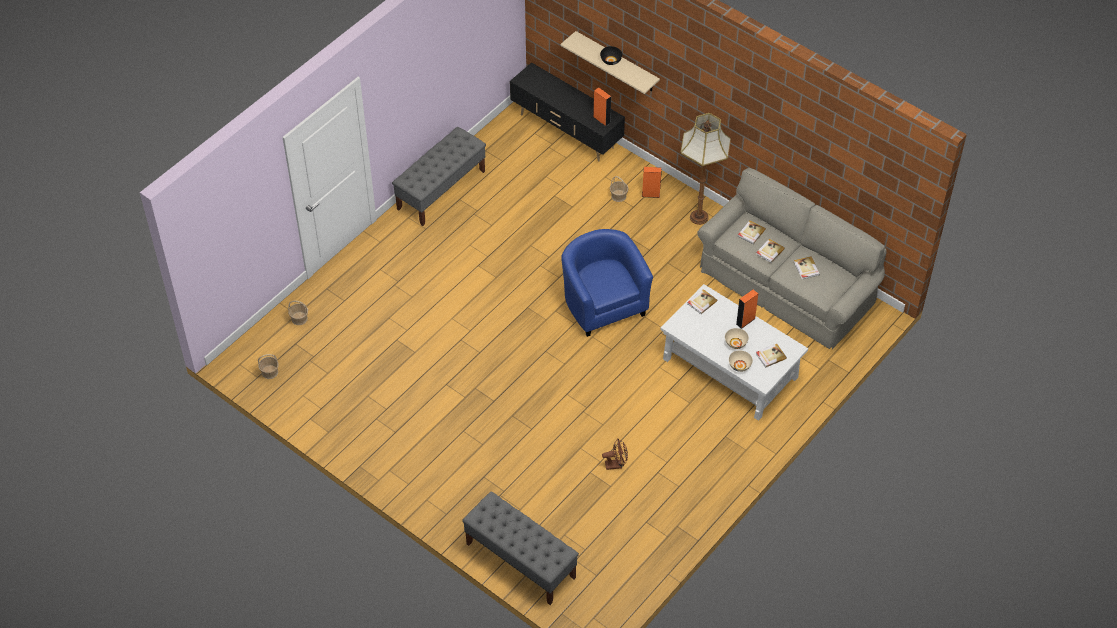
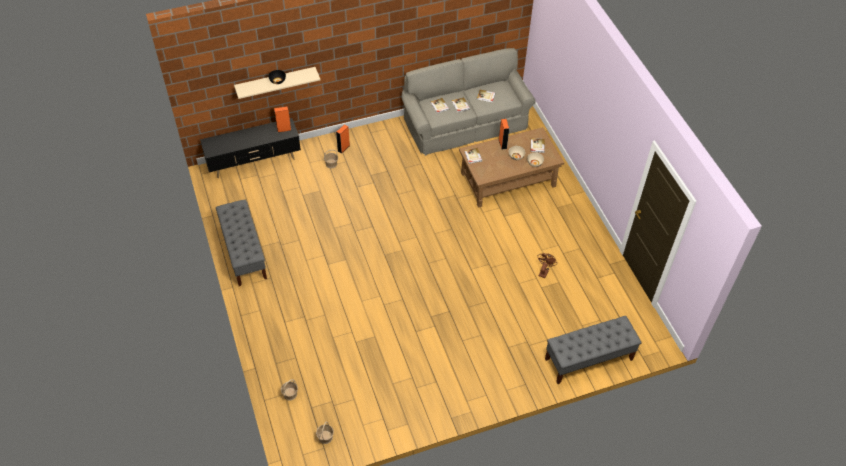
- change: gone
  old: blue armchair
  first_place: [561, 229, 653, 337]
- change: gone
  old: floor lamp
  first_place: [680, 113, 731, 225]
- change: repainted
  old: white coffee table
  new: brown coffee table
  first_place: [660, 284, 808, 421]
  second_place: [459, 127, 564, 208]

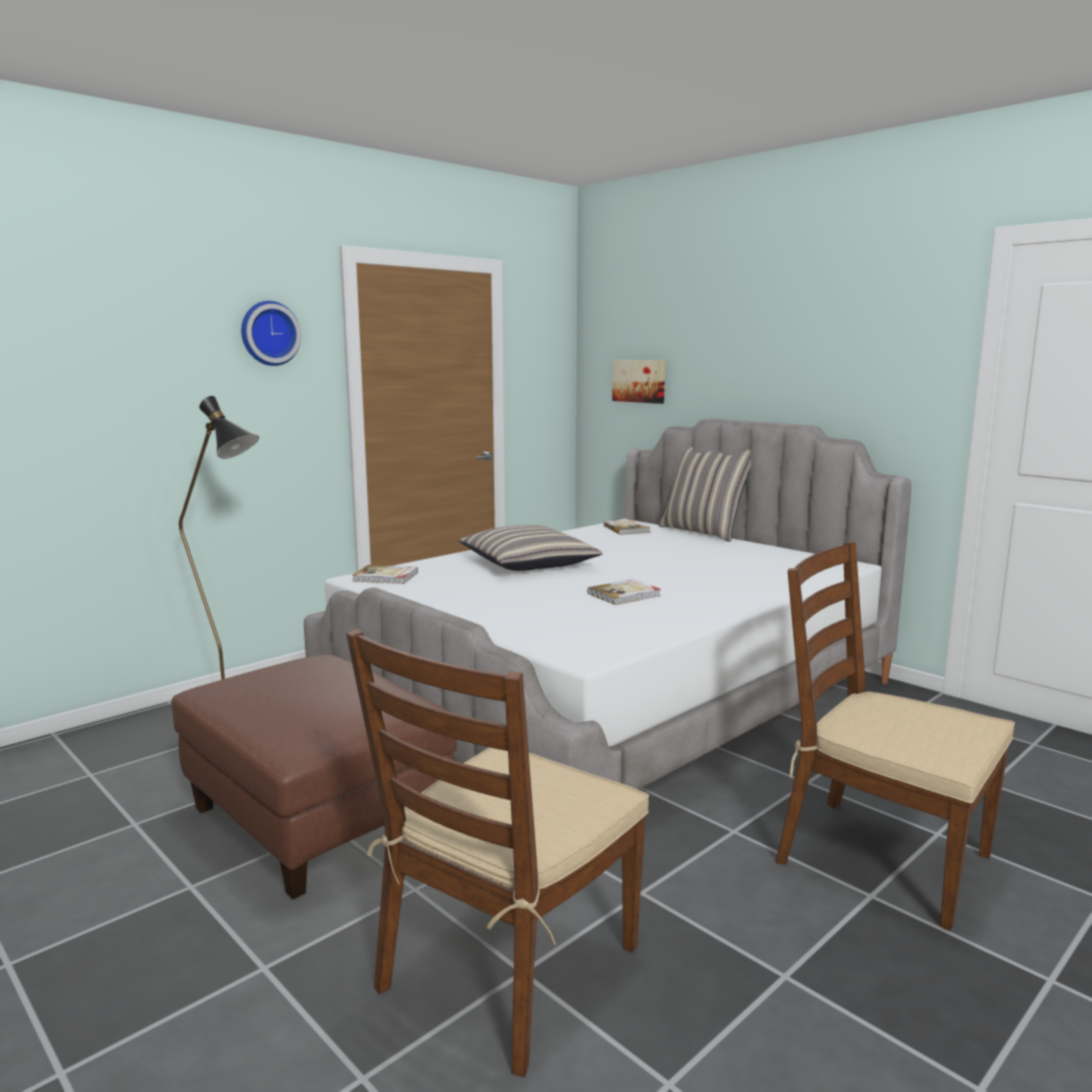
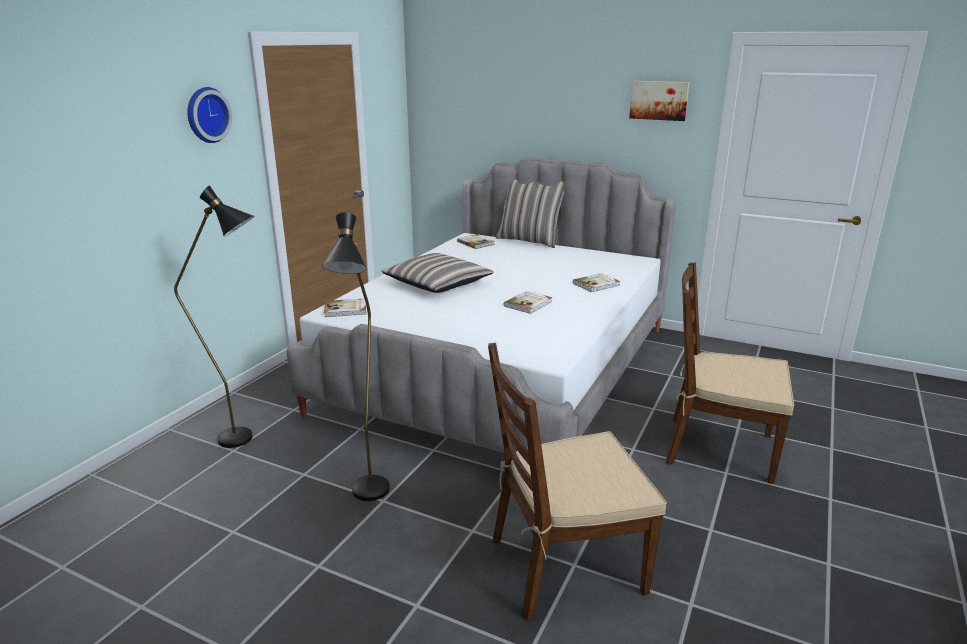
- change: new
  new: book
  second_place: [573, 273, 620, 292]
- change: shifted
  old: picture
  first_place: [612, 360, 665, 404]
  second_place: [629, 81, 689, 121]
- change: swapped
  old: brown ottoman
  new: black floor lamp
  first_place: [171, 655, 457, 899]
  second_place: [322, 212, 390, 501]
- change: rotated
  old: brown chair
  first_place: [346, 629, 649, 1077]
  second_place: [488, 343, 667, 621]
  degrees: 60

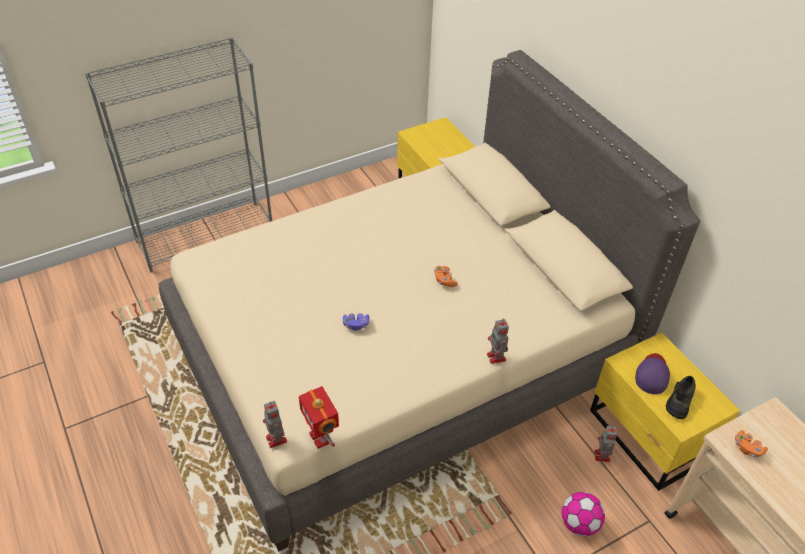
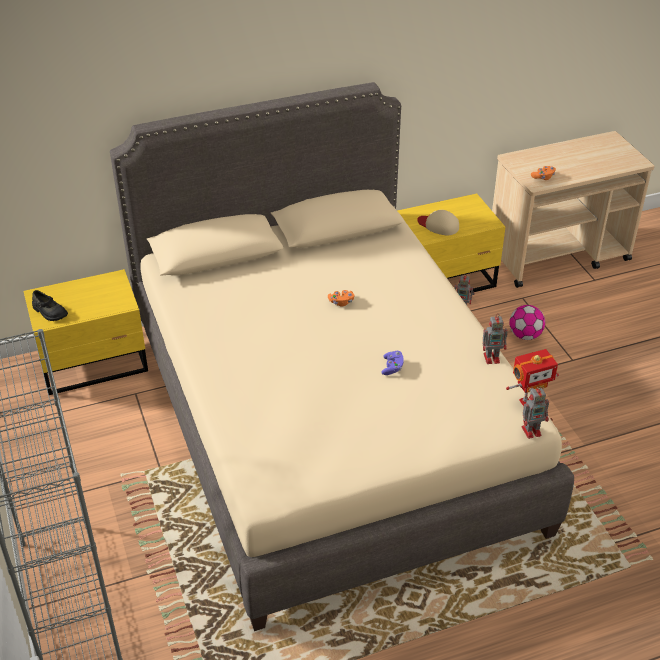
- change: shifted
  old: toy robot
  first_place: [487, 318, 509, 364]
  second_place: [483, 314, 508, 364]
- change: shifted
  old: black shoe
  first_place: [666, 376, 696, 419]
  second_place: [32, 290, 68, 321]
- change: repainted
  old: purple cap
  new: beige cap
  first_place: [635, 353, 670, 394]
  second_place: [417, 210, 459, 235]

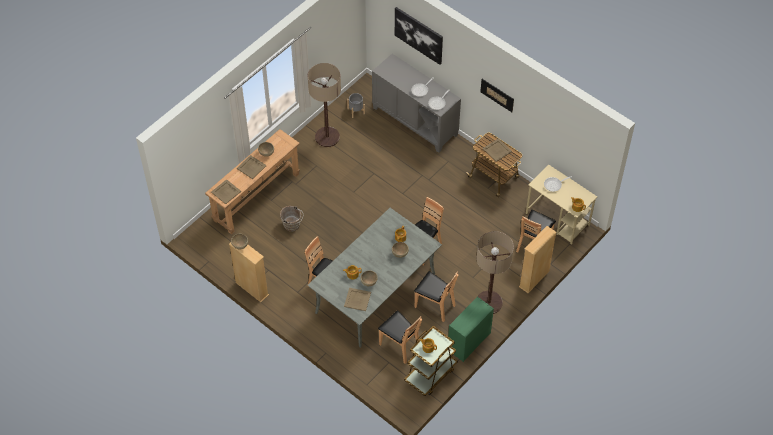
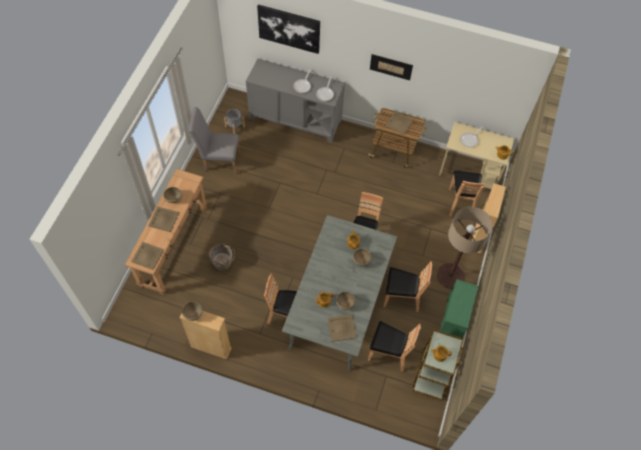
- change: swapped
  old: floor lamp
  new: grey chair
  first_place: [308, 63, 341, 147]
  second_place: [188, 107, 240, 174]

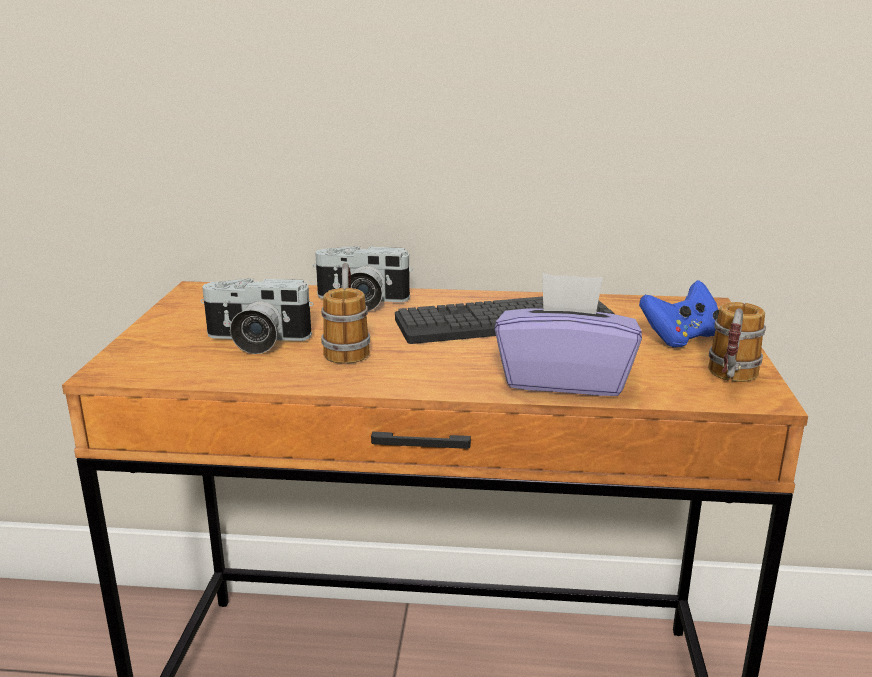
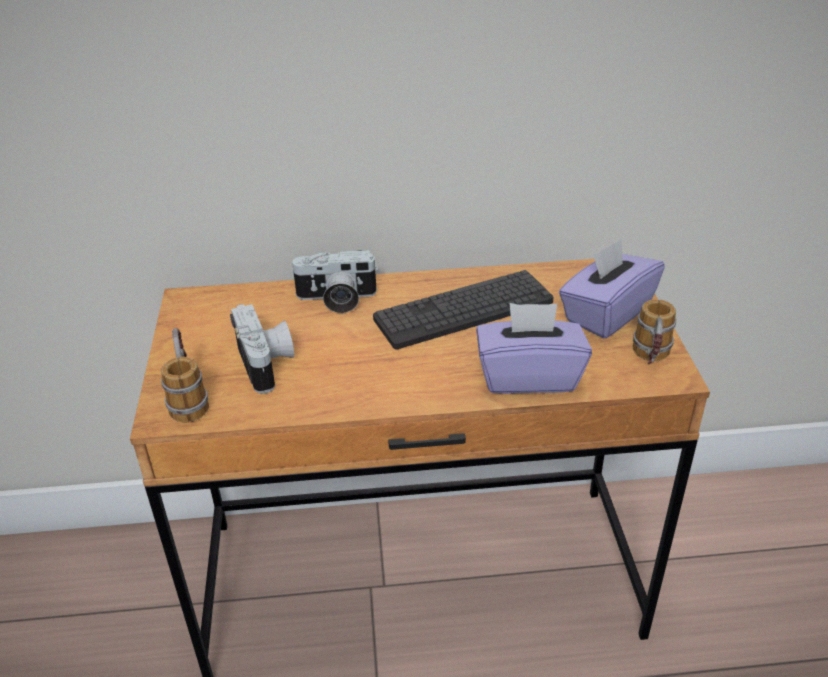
- change: shifted
  old: mug
  first_place: [321, 263, 370, 364]
  second_place: [161, 328, 209, 422]
- change: swapped
  old: blue game controller
  new: purple tissue box
  first_place: [639, 280, 719, 347]
  second_place: [559, 238, 665, 339]
- change: rotated
  old: photo camera
  first_place: [201, 278, 313, 354]
  second_place: [230, 304, 294, 394]
  degrees: -105

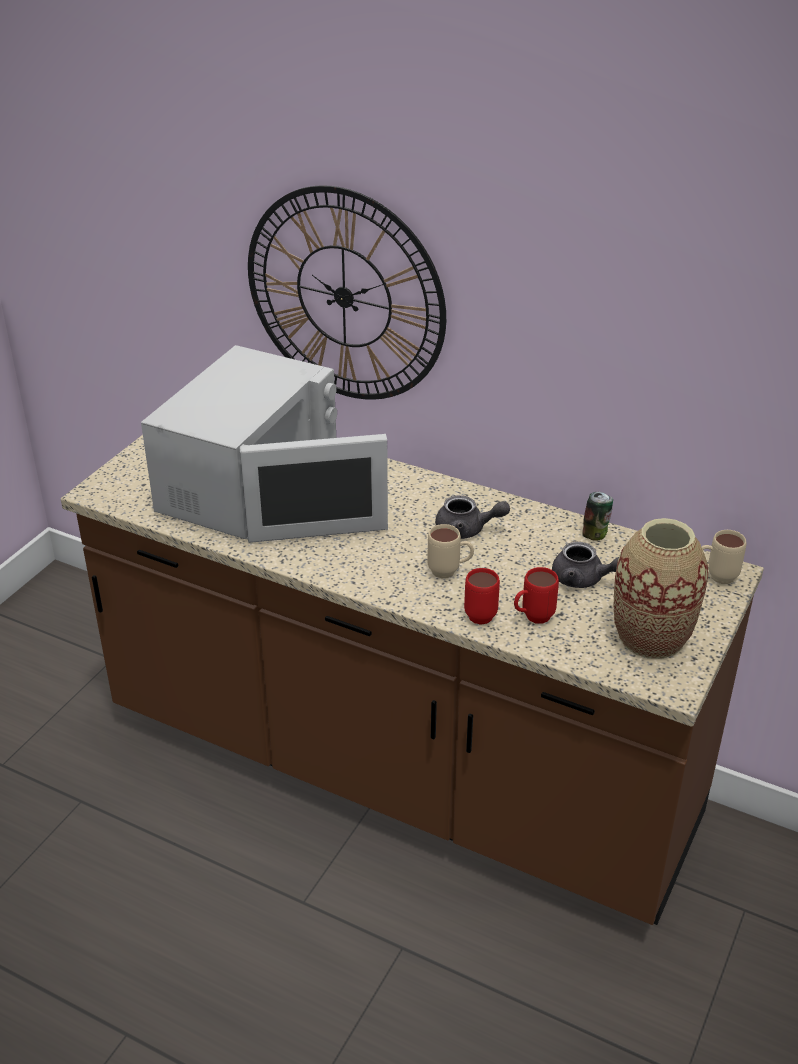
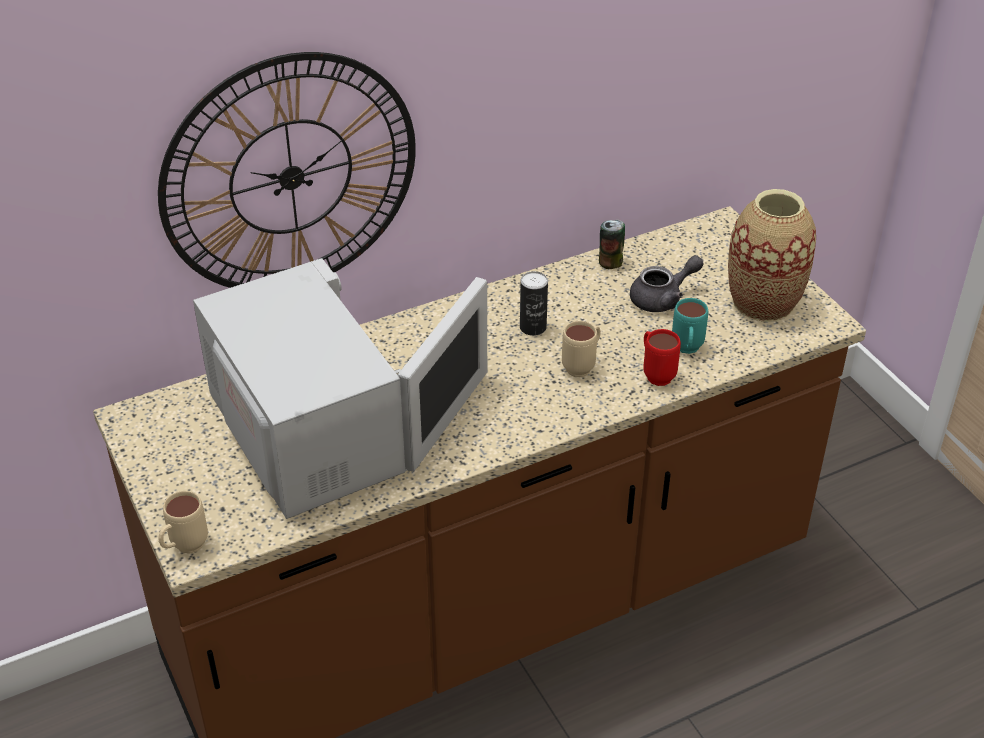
- change: shifted
  old: beige mug
  first_place: [702, 530, 746, 584]
  second_place: [158, 491, 208, 554]
- change: swapped
  old: grey teapot
  new: can
  first_place: [435, 495, 510, 539]
  second_place: [520, 271, 548, 336]
- change: repainted
  old: red mug
  new: turquoise mug
  first_place: [514, 567, 559, 624]
  second_place: [672, 298, 708, 354]

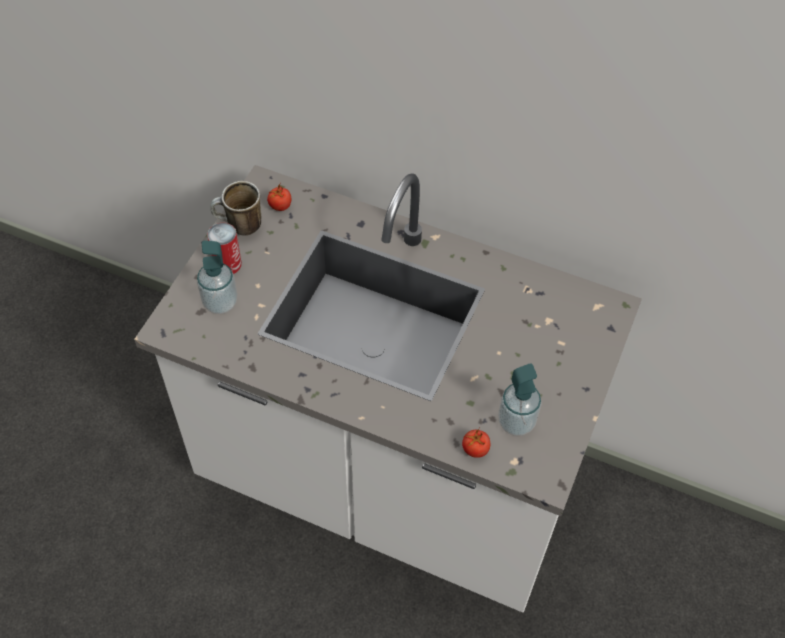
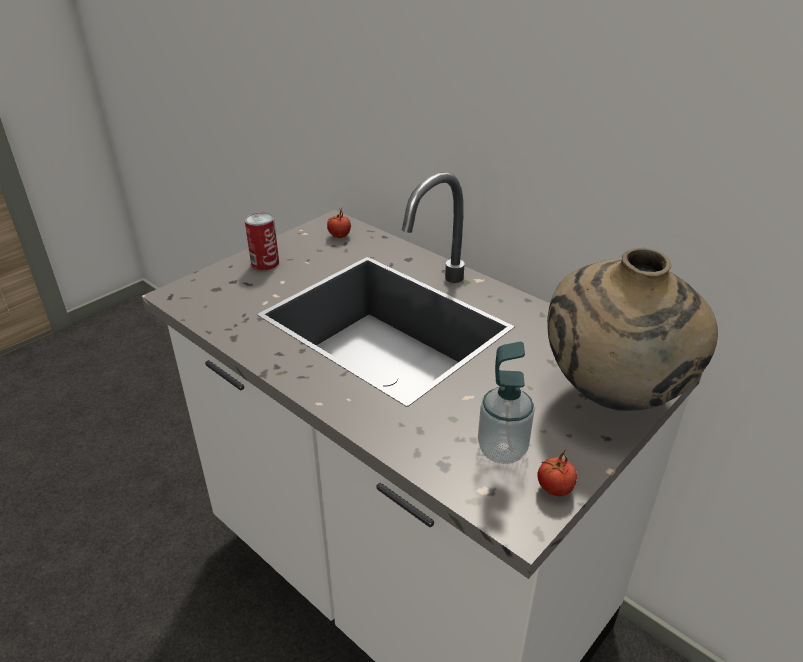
- change: gone
  old: soap dispenser
  first_place: [197, 241, 238, 314]
- change: gone
  old: mug
  first_place: [210, 181, 261, 236]
- change: new
  new: beige vase
  second_place: [547, 248, 718, 411]
- change: shifted
  old: tomato
  first_place: [462, 428, 490, 458]
  second_place: [537, 449, 577, 496]

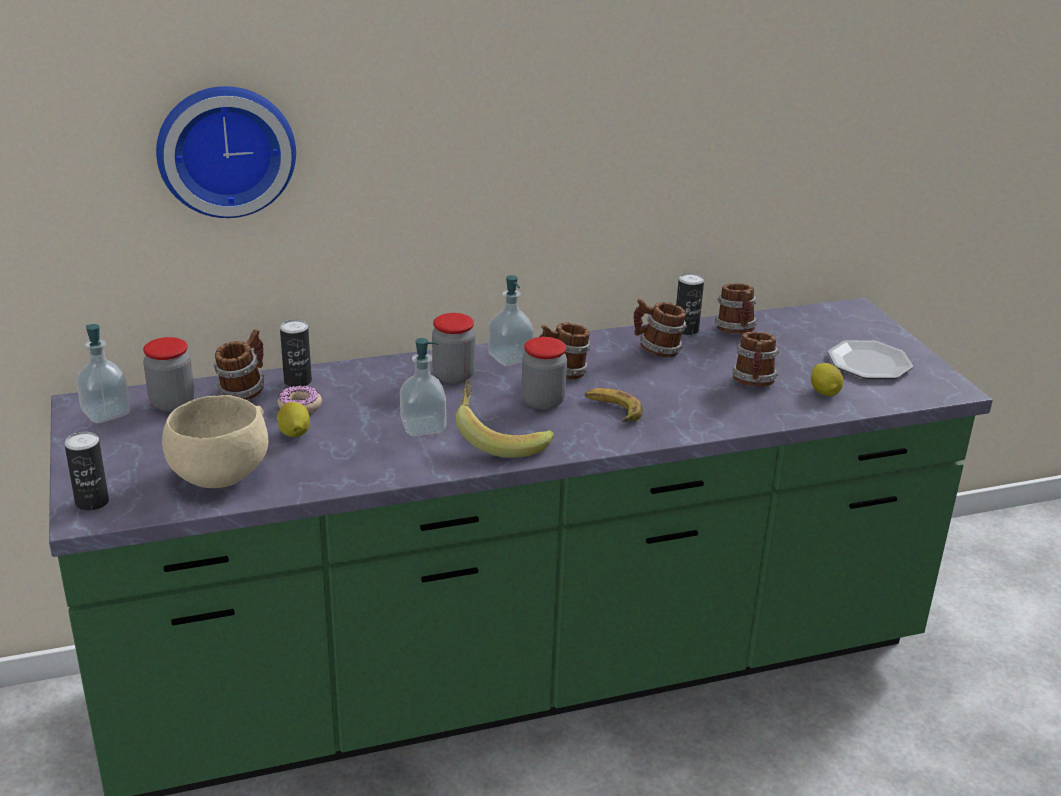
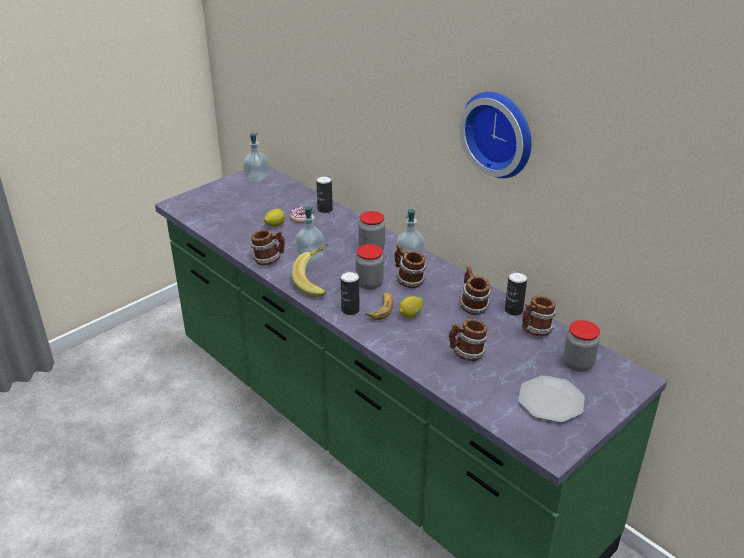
- change: gone
  old: beige bowl
  first_place: [162, 395, 268, 488]
- change: shifted
  old: can
  first_place: [64, 432, 109, 511]
  second_place: [341, 271, 360, 315]
- change: shifted
  old: jar
  first_place: [143, 337, 195, 412]
  second_place: [563, 320, 600, 372]
- change: shifted
  old: wall clock
  first_place: [156, 86, 296, 218]
  second_place: [459, 92, 531, 178]
- change: shifted
  old: mug
  first_place: [213, 329, 265, 400]
  second_place: [251, 229, 285, 266]
- change: shifted
  old: lemon
  first_place: [811, 363, 843, 396]
  second_place: [399, 296, 423, 318]

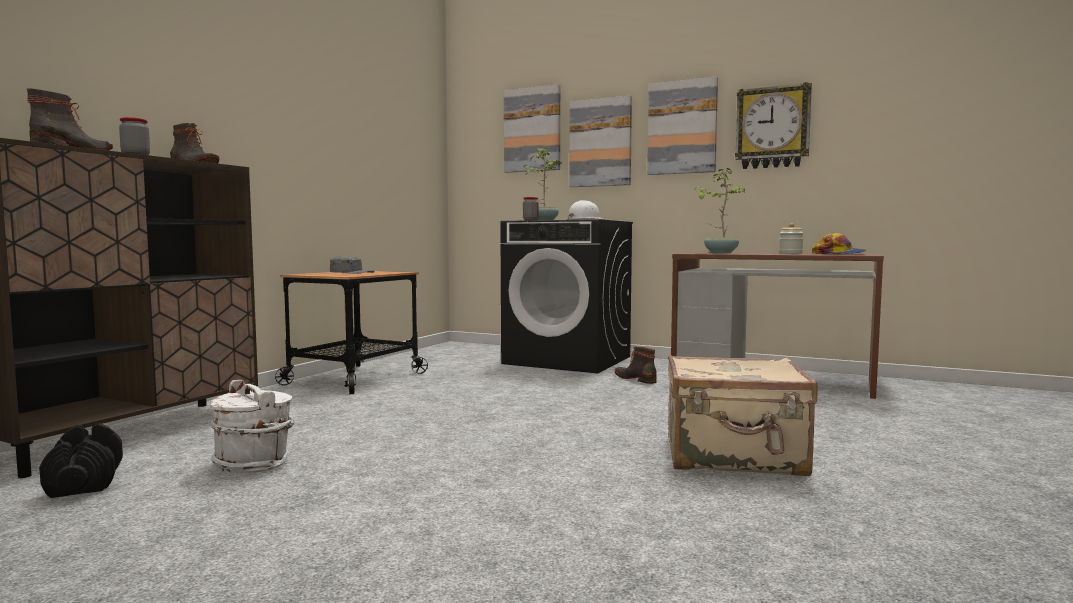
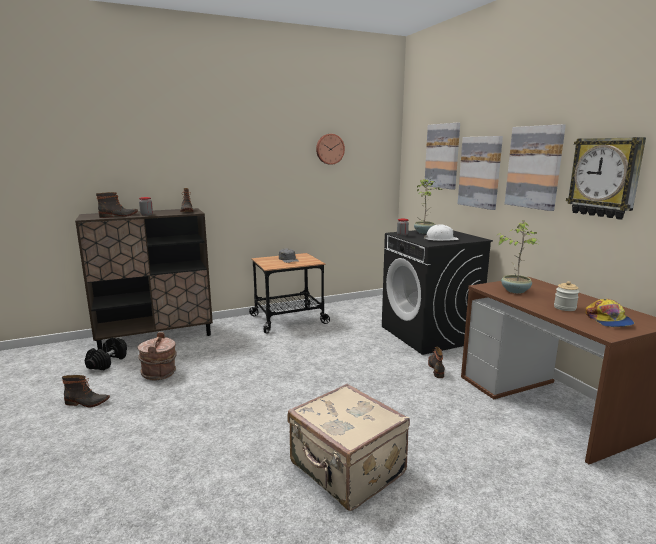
- change: new
  new: boot
  second_place: [62, 375, 110, 407]
- change: new
  new: wall clock
  second_place: [316, 134, 345, 165]
- change: repainted
  old: white bucket
  new: brown bucket
  first_place: [210, 380, 294, 473]
  second_place: [137, 332, 177, 381]

